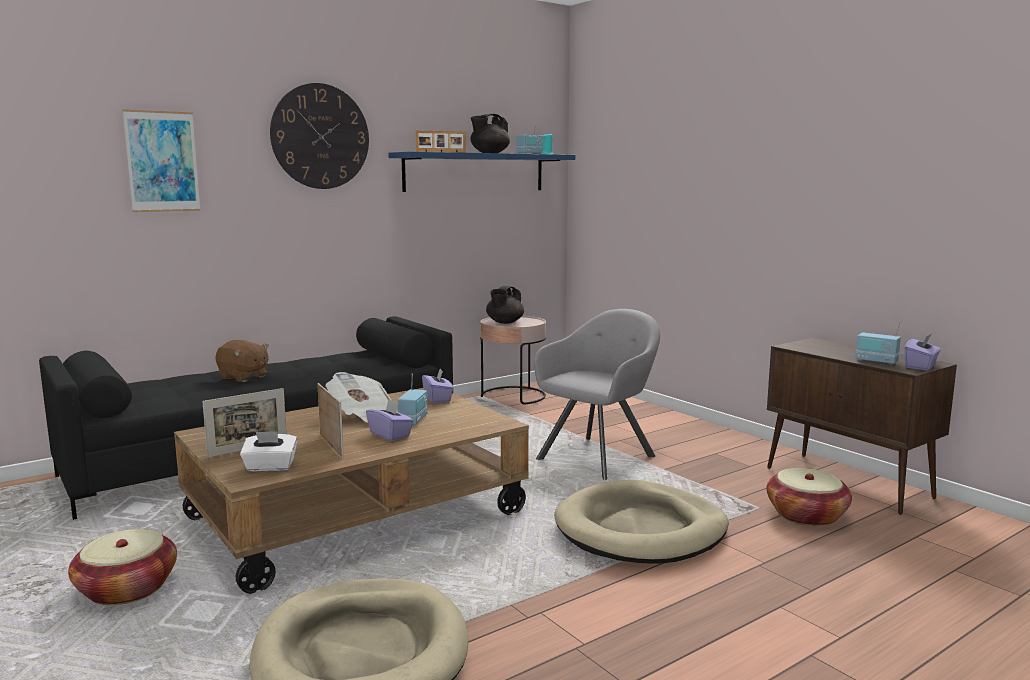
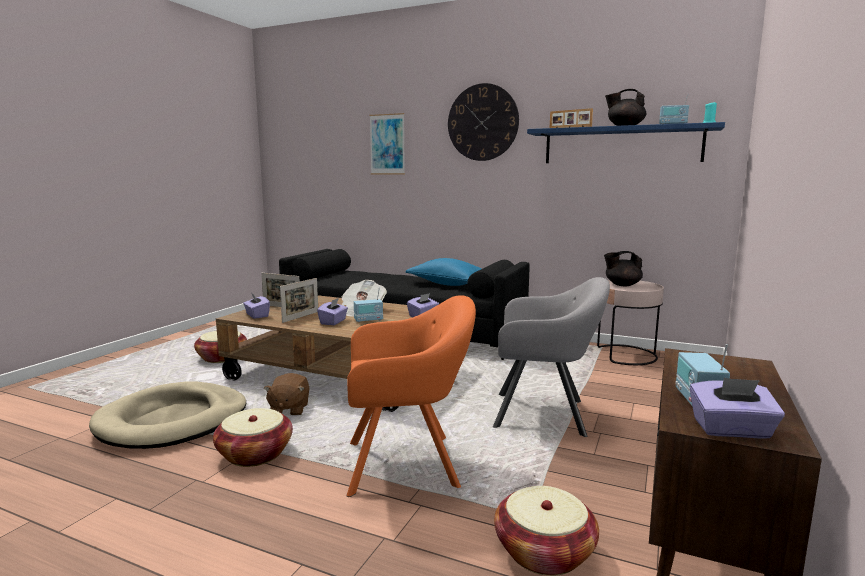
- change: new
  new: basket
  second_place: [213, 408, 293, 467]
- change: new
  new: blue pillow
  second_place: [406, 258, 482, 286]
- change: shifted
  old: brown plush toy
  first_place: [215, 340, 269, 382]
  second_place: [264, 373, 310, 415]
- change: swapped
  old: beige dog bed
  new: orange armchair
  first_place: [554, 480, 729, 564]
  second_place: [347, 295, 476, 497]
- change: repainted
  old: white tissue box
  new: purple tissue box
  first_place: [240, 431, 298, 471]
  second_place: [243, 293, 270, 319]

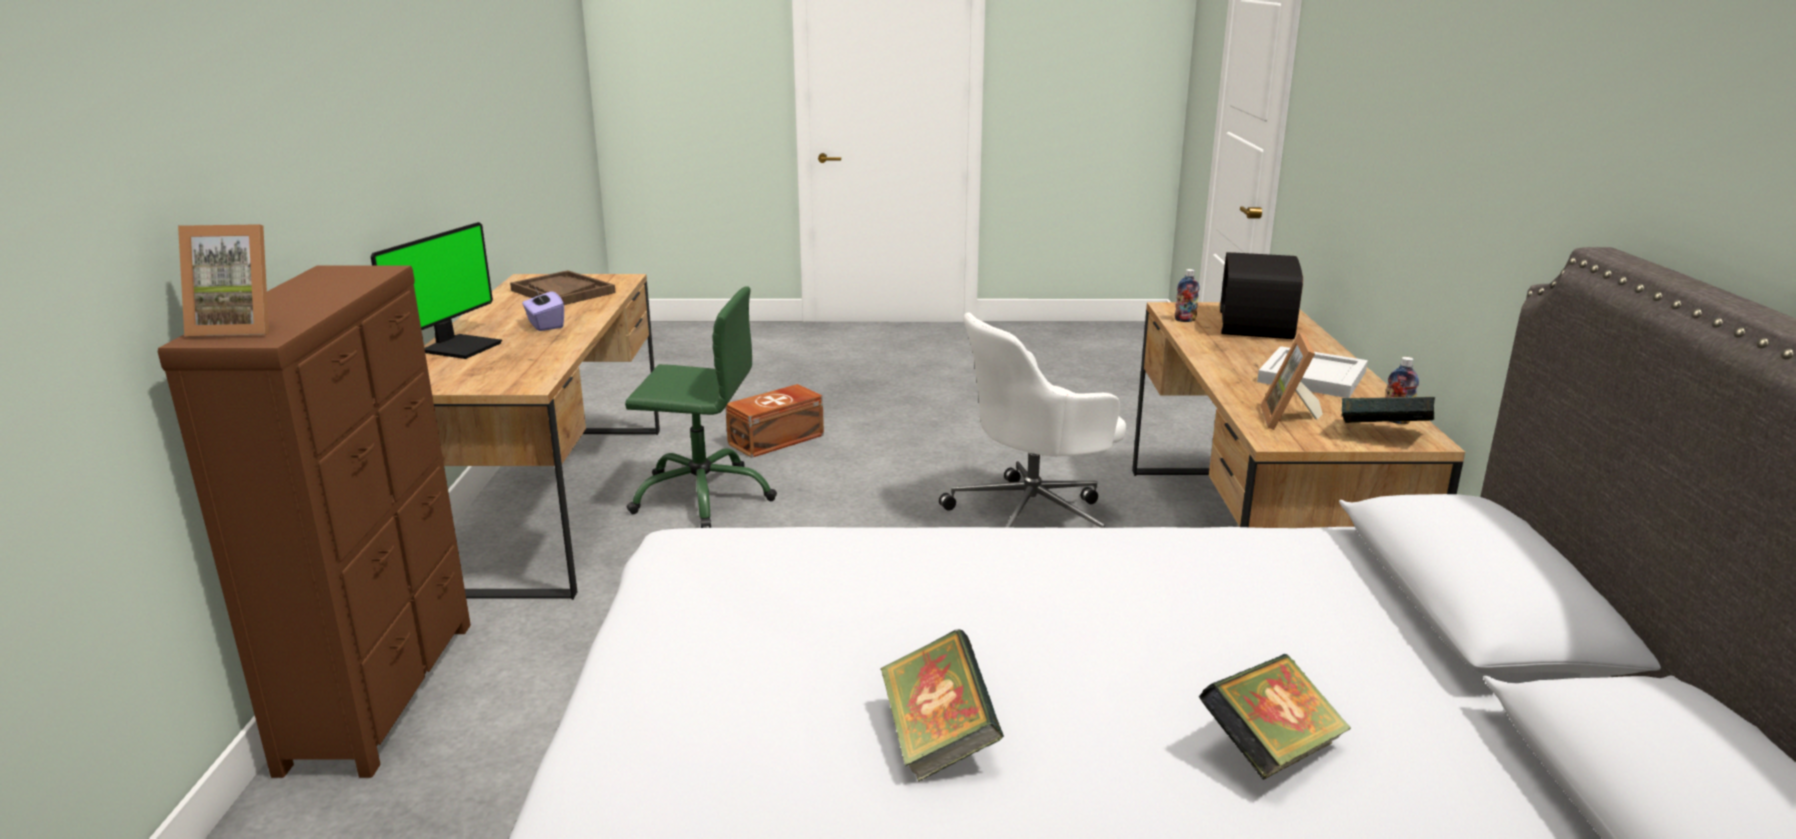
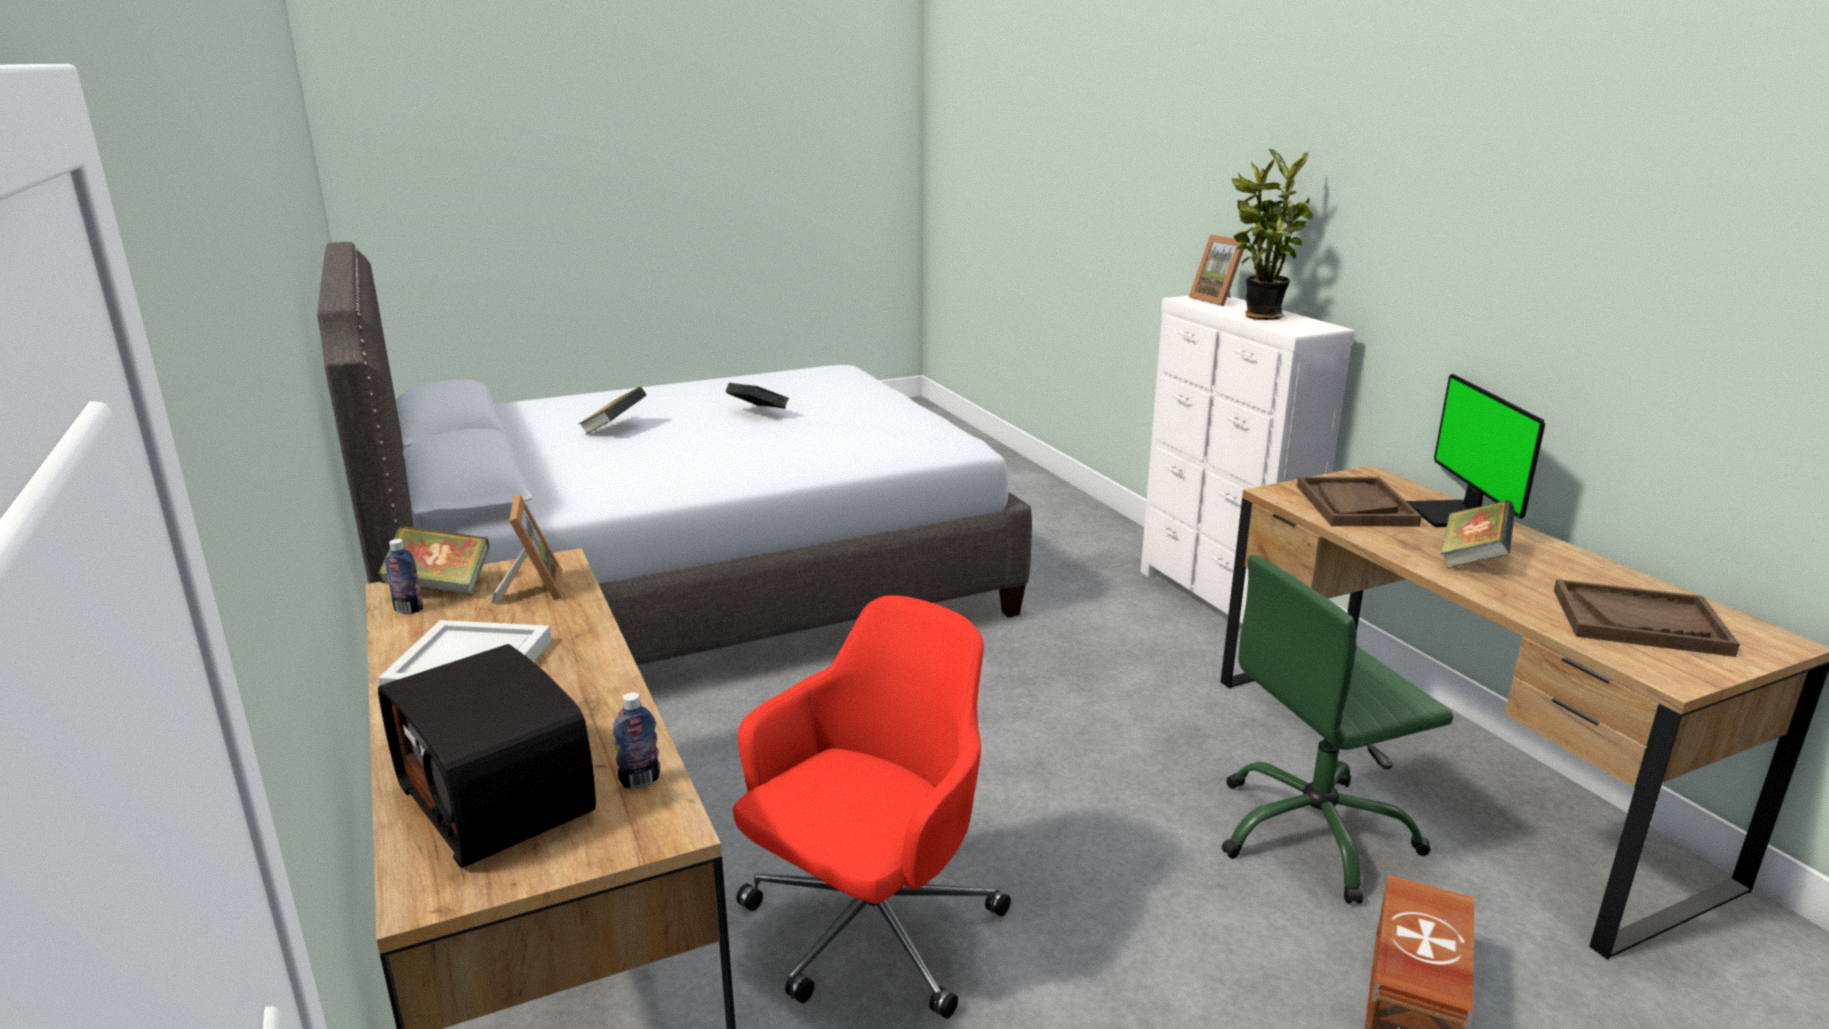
- change: new
  new: potted plant
  second_place: [1231, 149, 1313, 320]
- change: new
  new: brown tray
  second_place: [1297, 477, 1422, 526]
- change: swapped
  old: purple tissue box
  new: book
  first_place: [522, 288, 564, 331]
  second_place: [1440, 500, 1515, 568]
- change: repainted
  old: brown dresser
  new: white dresser
  first_place: [158, 265, 471, 778]
  second_place: [1141, 296, 1355, 624]
- change: repainted
  old: white office chair
  new: red office chair
  first_place: [939, 313, 1126, 528]
  second_place: [733, 595, 1011, 1019]
- change: rotated
  old: picture frame
  first_place: [178, 224, 269, 336]
  second_place: [1189, 234, 1244, 306]
  degrees: -90
- change: rotated
  old: radio
  first_place: [1220, 252, 1303, 339]
  second_place: [378, 644, 596, 868]
  degrees: 150

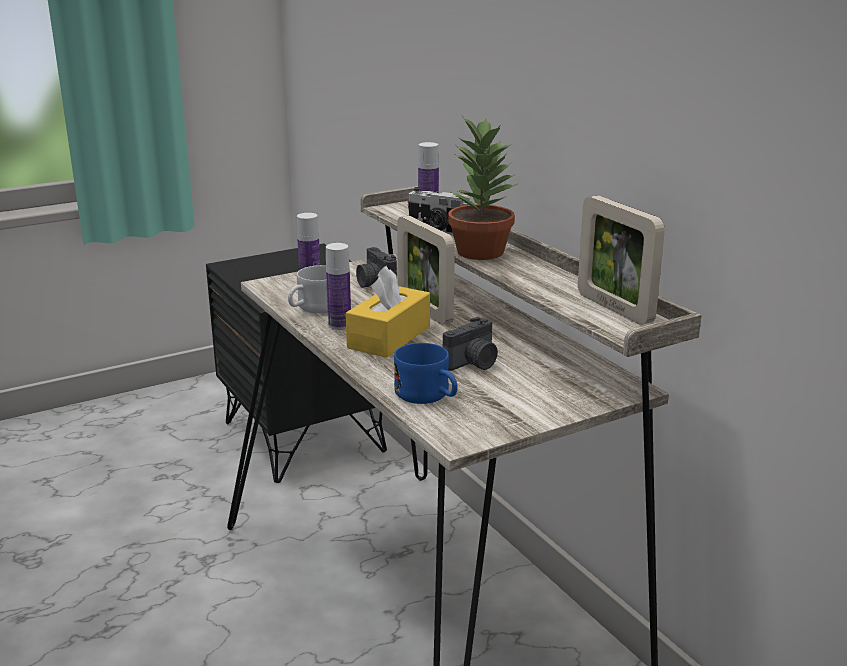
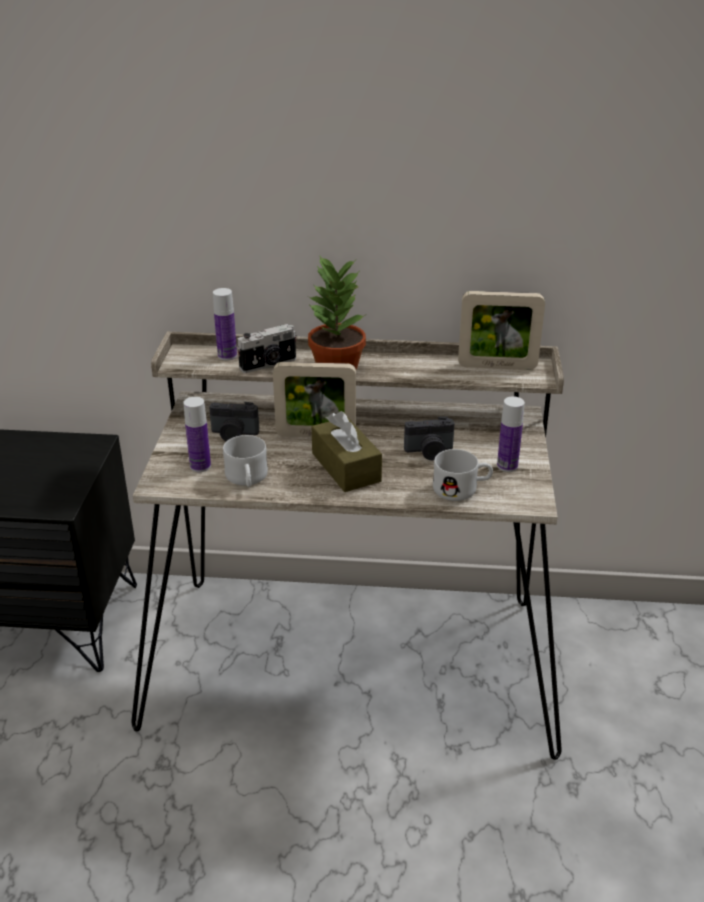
- change: shifted
  old: bottle
  first_place: [326, 243, 351, 330]
  second_place: [497, 396, 525, 472]
- change: repainted
  old: yellow tissue box
  new: brown tissue box
  first_place: [346, 266, 430, 358]
  second_place: [312, 411, 382, 492]
- change: repainted
  old: blue mug
  new: white mug
  first_place: [394, 343, 458, 404]
  second_place: [433, 449, 493, 501]
- change: rotated
  old: photo camera
  first_place: [442, 317, 498, 371]
  second_place: [404, 417, 455, 460]
  degrees: 90

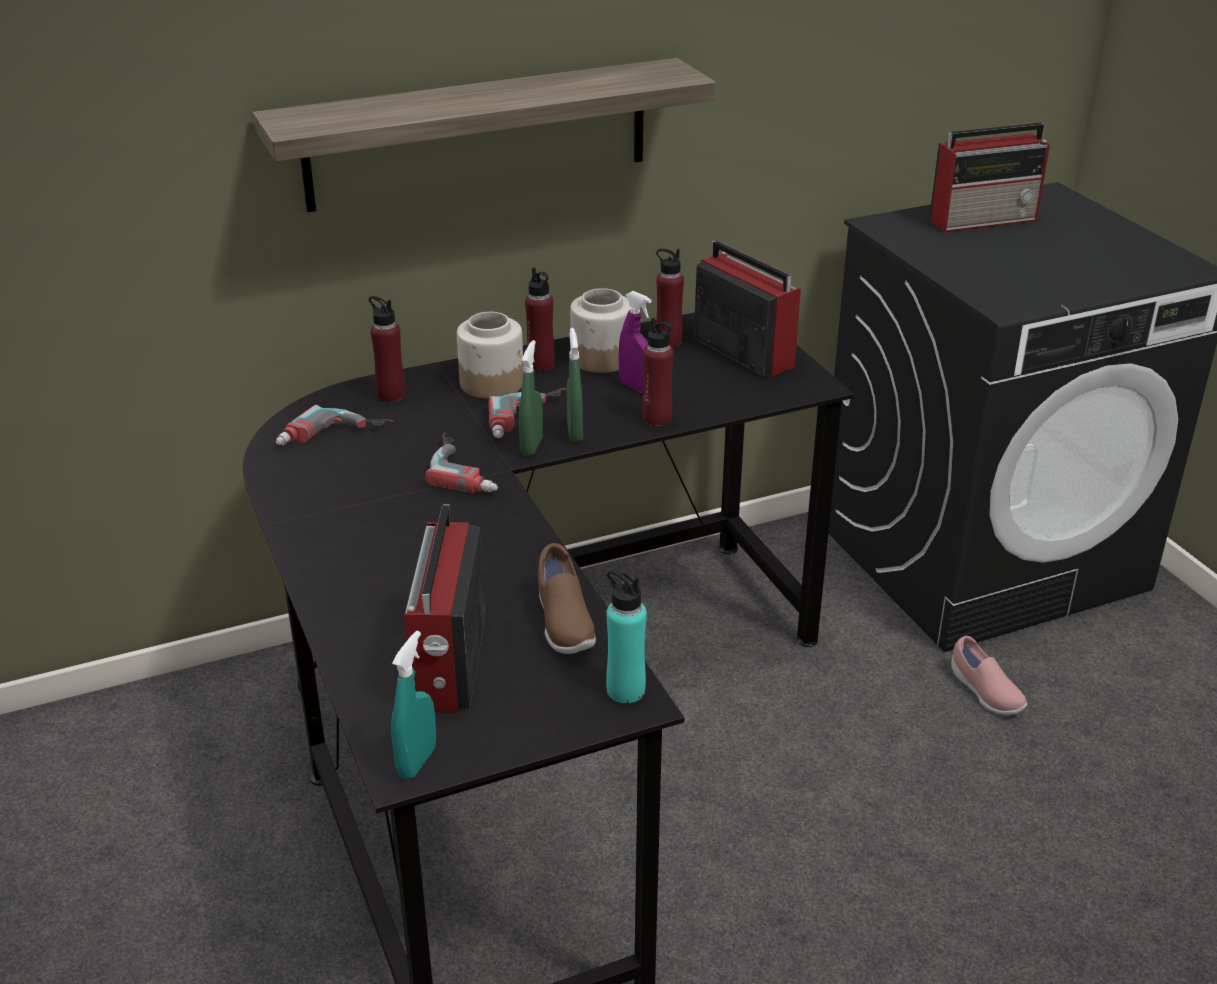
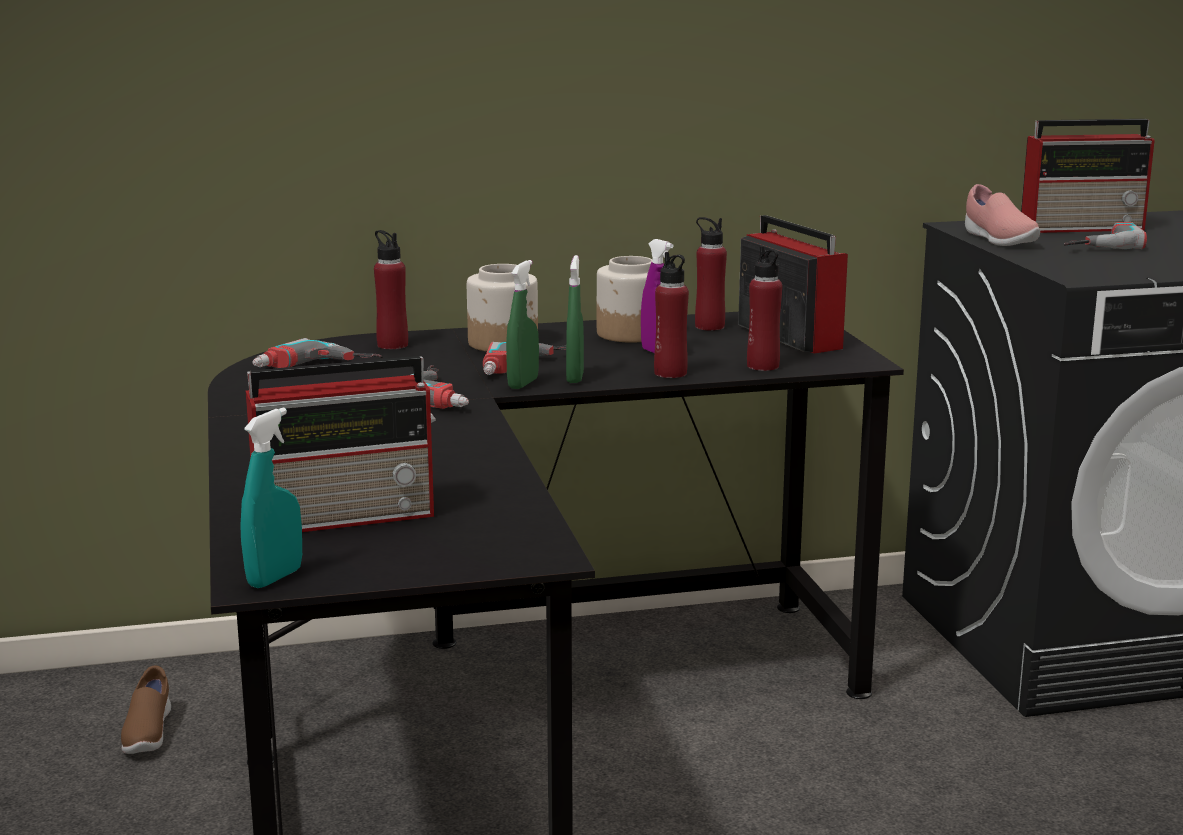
- change: gone
  old: shelf
  first_place: [253, 58, 716, 212]
- change: gone
  old: turquoise bottle
  first_place: [606, 570, 647, 703]
- change: new
  new: power drill
  second_place: [1064, 222, 1147, 249]
- change: shifted
  old: red bottle
  first_place: [525, 268, 555, 371]
  second_place: [747, 246, 782, 371]
- change: shifted
  old: brown shoe
  first_place: [538, 543, 596, 654]
  second_place: [121, 666, 171, 754]
- change: shifted
  old: pink shoe
  first_place: [951, 636, 1027, 715]
  second_place: [965, 184, 1040, 246]
- change: rotated
  old: radio
  first_place: [404, 505, 485, 713]
  second_place: [246, 356, 436, 532]
  degrees: -120

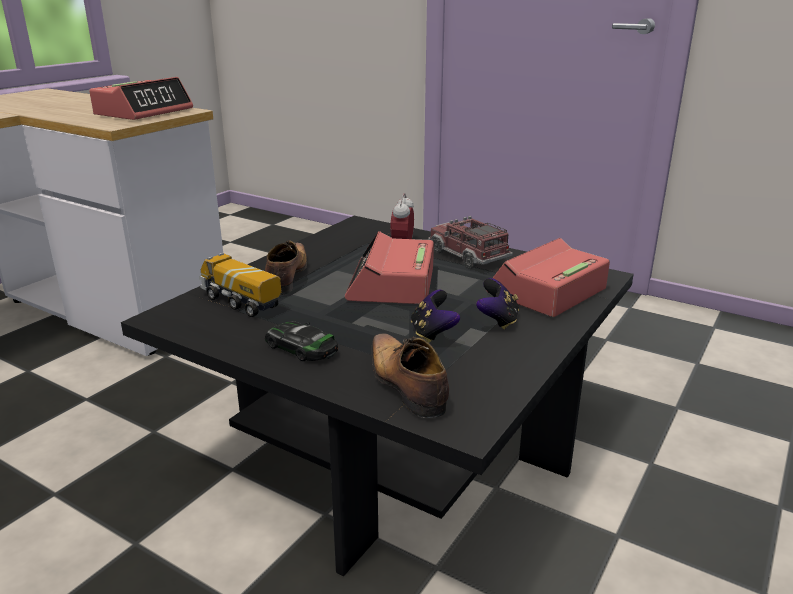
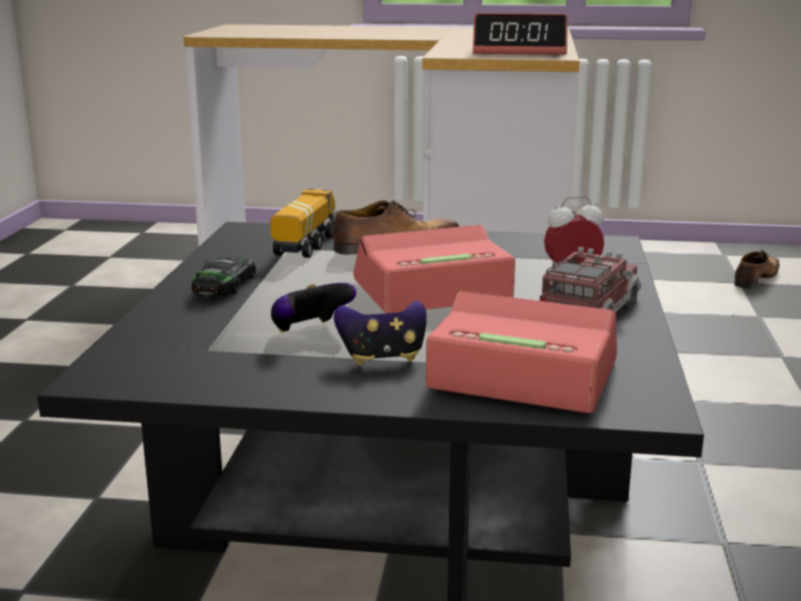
- change: shifted
  old: shoe
  first_place: [372, 333, 449, 418]
  second_place: [734, 250, 779, 289]

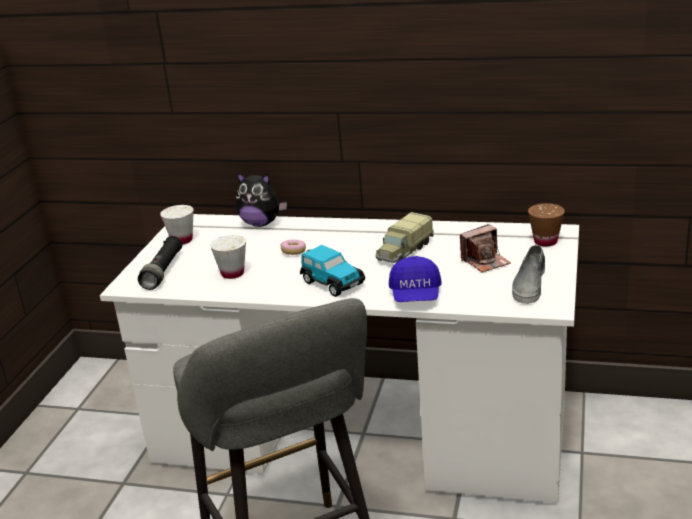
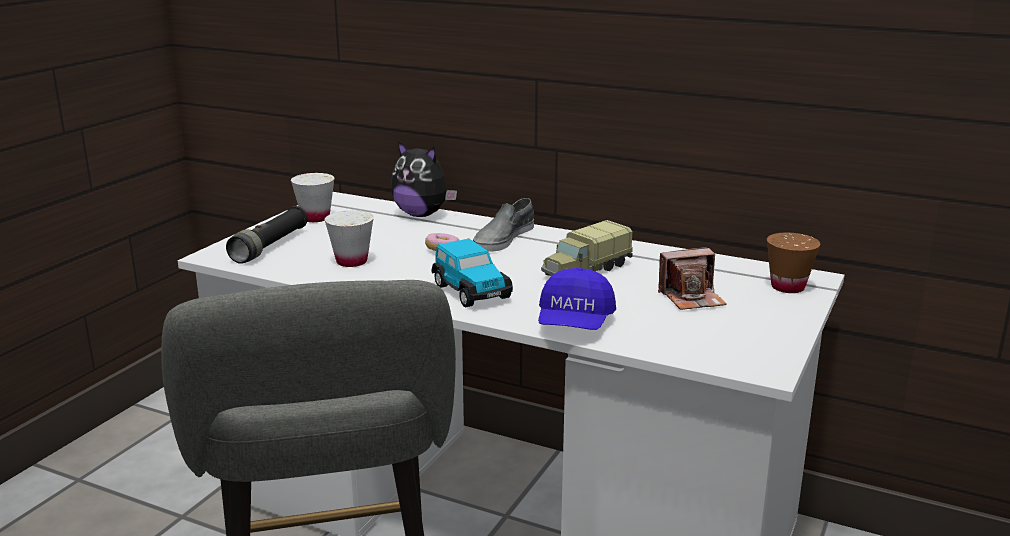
- change: shifted
  old: grey shoe
  first_place: [512, 245, 545, 304]
  second_place: [473, 198, 534, 252]

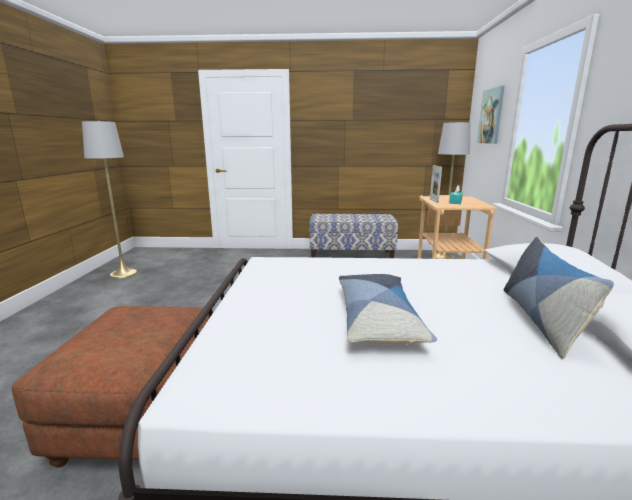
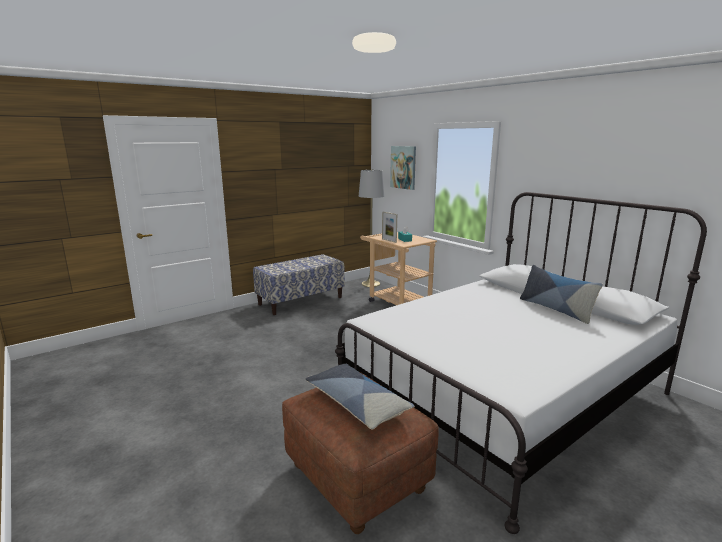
- change: gone
  old: grey floor lamp
  first_place: [82, 120, 137, 279]
- change: shifted
  old: pillow
  first_place: [339, 274, 437, 345]
  second_place: [306, 364, 414, 430]

